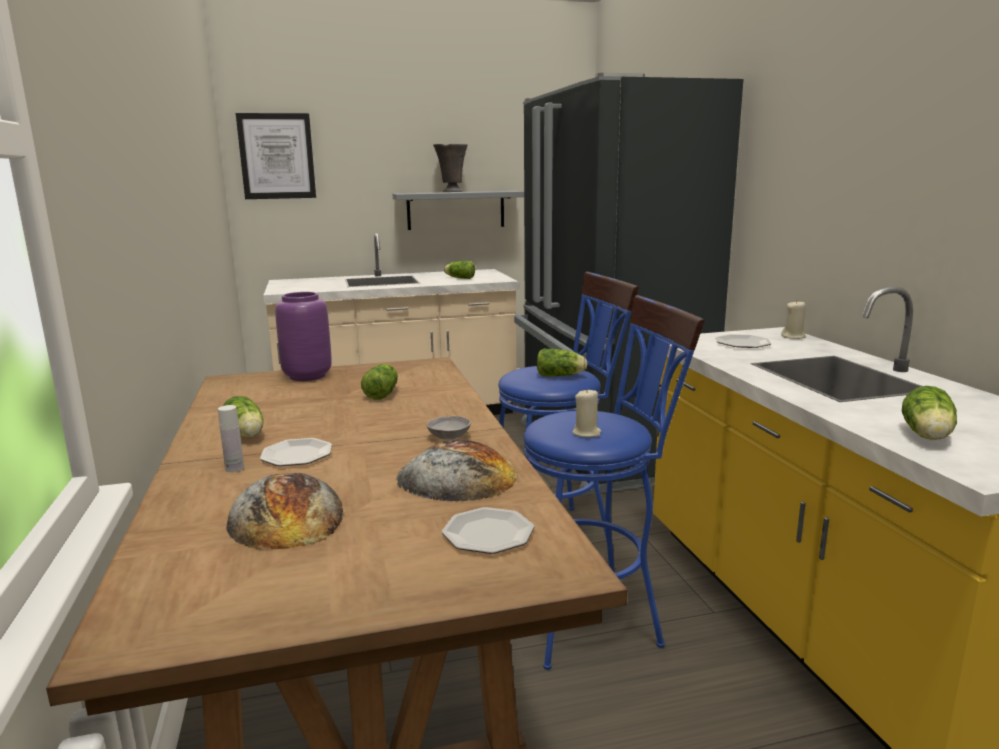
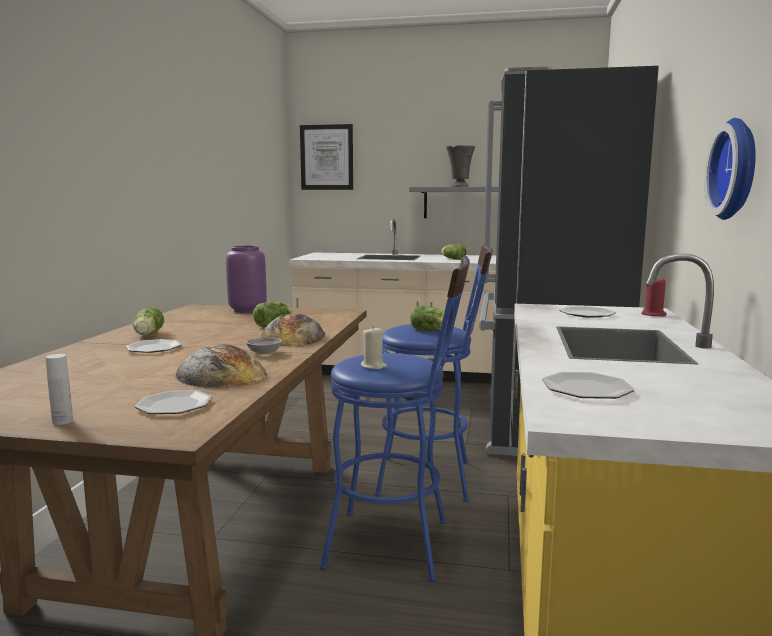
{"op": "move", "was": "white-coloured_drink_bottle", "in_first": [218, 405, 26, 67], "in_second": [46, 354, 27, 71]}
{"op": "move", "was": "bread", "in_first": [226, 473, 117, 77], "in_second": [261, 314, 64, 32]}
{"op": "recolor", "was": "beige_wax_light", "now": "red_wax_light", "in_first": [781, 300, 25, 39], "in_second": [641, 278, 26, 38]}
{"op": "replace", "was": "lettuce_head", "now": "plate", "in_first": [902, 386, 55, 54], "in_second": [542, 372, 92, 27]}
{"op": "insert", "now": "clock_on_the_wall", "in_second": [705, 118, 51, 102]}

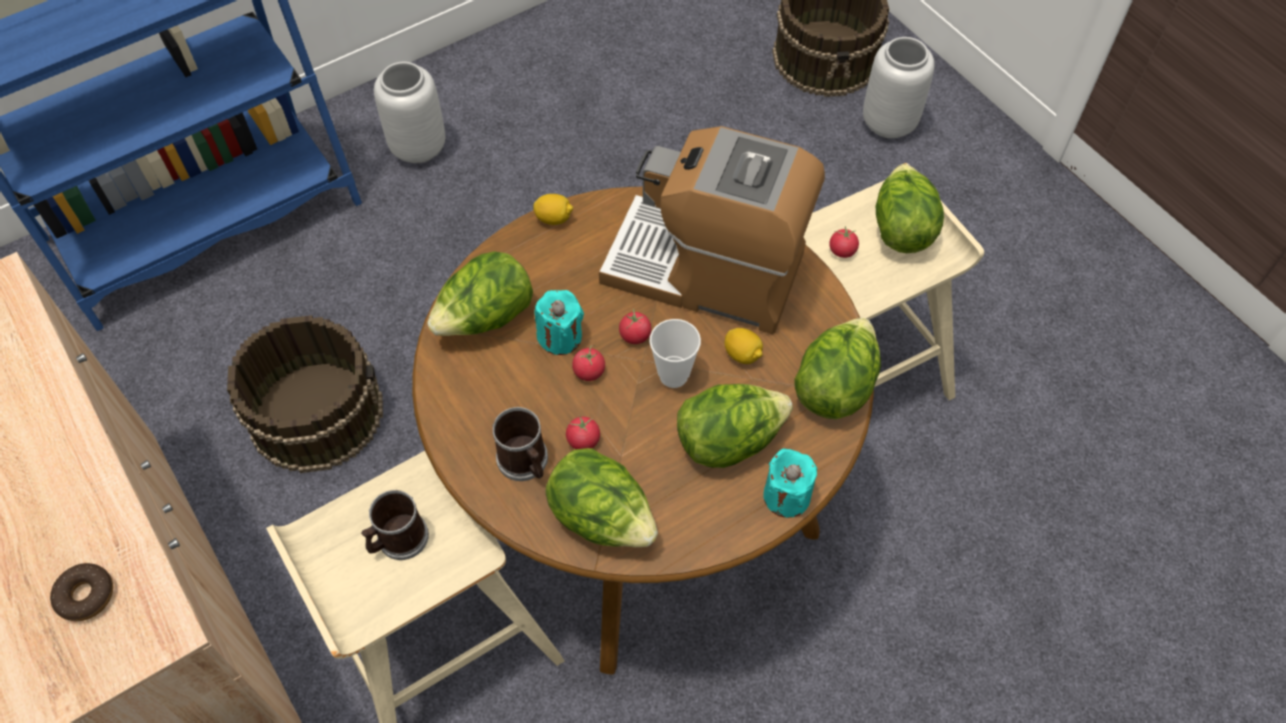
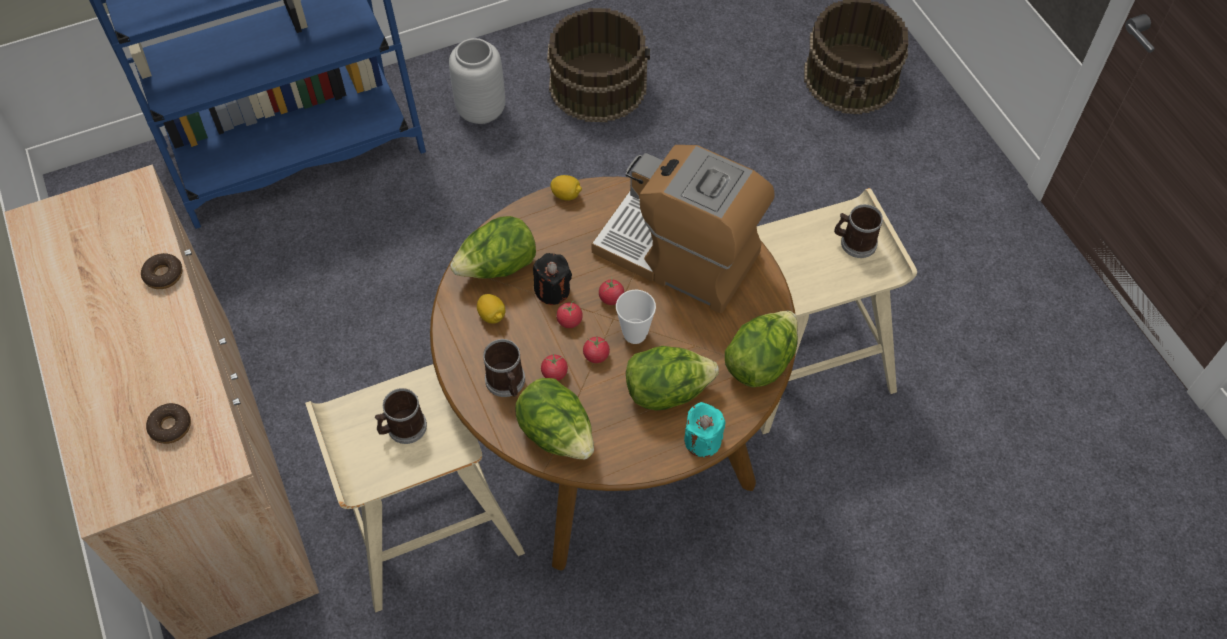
{"op": "move", "was": "brown-coloured_bucket", "in_first": [227, 315, 156, 158], "in_second": [547, 8, 103, 114]}
{"op": "recolor", "was": "turquoise-coloured_wax_light", "now": "black_wax_light", "in_first": [535, 290, 49, 65], "in_second": [533, 253, 39, 52]}
{"op": "move", "was": "lemon", "in_first": [725, 328, 38, 36], "in_second": [477, 294, 28, 30]}
{"op": "move", "was": "tomato", "in_first": [829, 226, 30, 32], "in_second": [583, 336, 27, 27]}
{"op": "delete", "was": "grey_vase", "in_first": [863, 37, 72, 101]}
{"op": "replace", "was": "lettuce_head", "now": "mug", "in_first": [876, 164, 68, 89], "in_second": [834, 204, 49, 54]}
{"op": "insert", "now": "ring_doughnut", "in_second": [141, 253, 41, 36]}

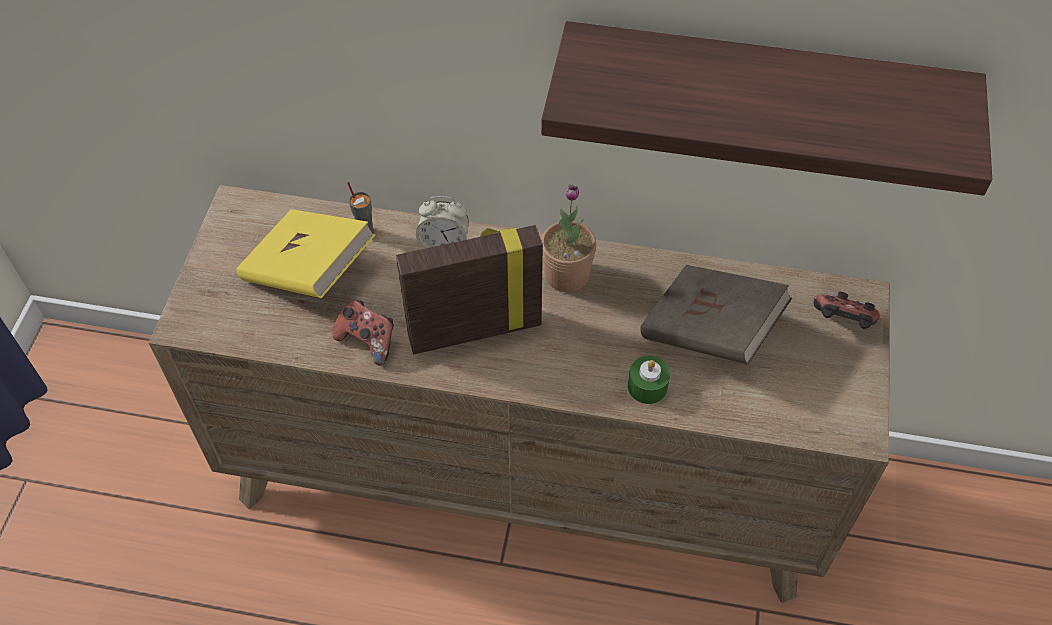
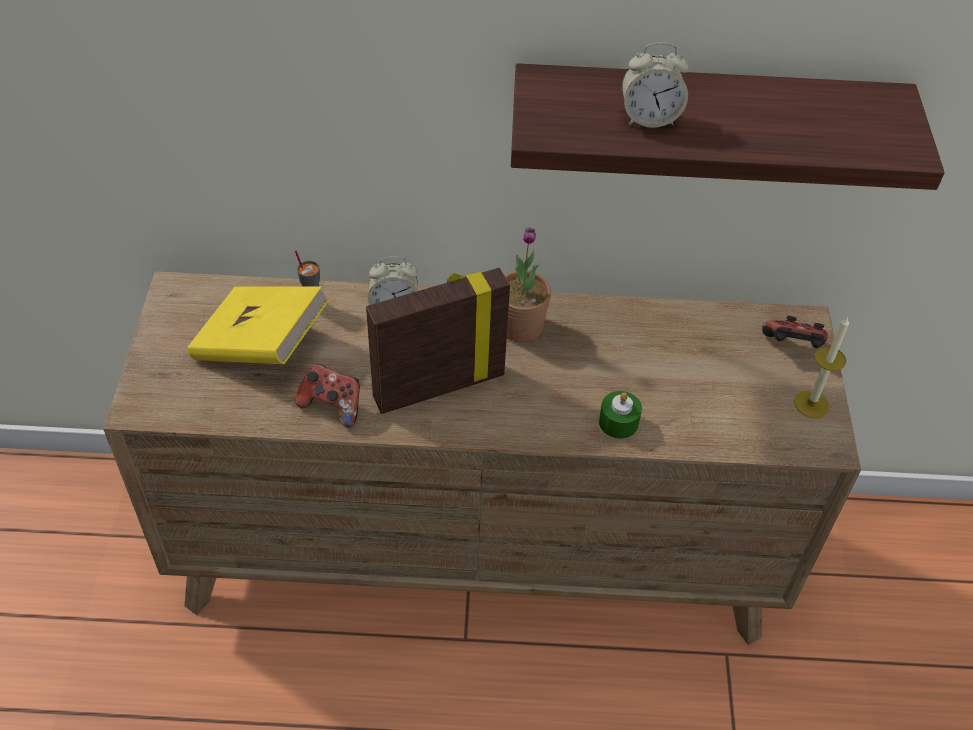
{"op": "delete", "was": "brown-coloured_volume", "in_first": [640, 265, 152, 100]}
{"op": "insert", "now": "alarm_clock", "in_second": [622, 42, 67, 86]}
{"op": "insert", "now": "wax_light", "in_second": [794, 316, 55, 102]}

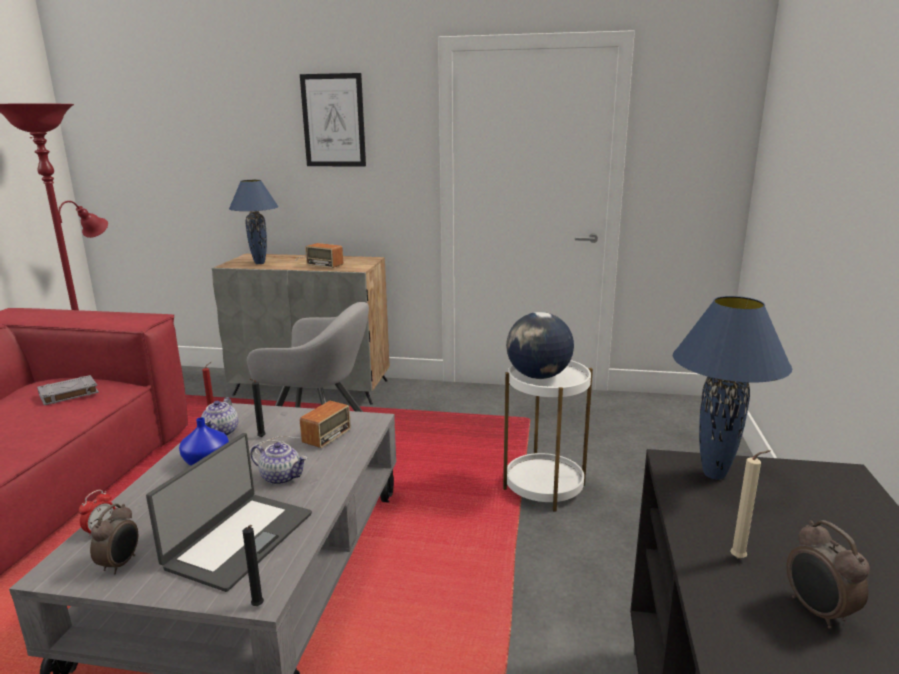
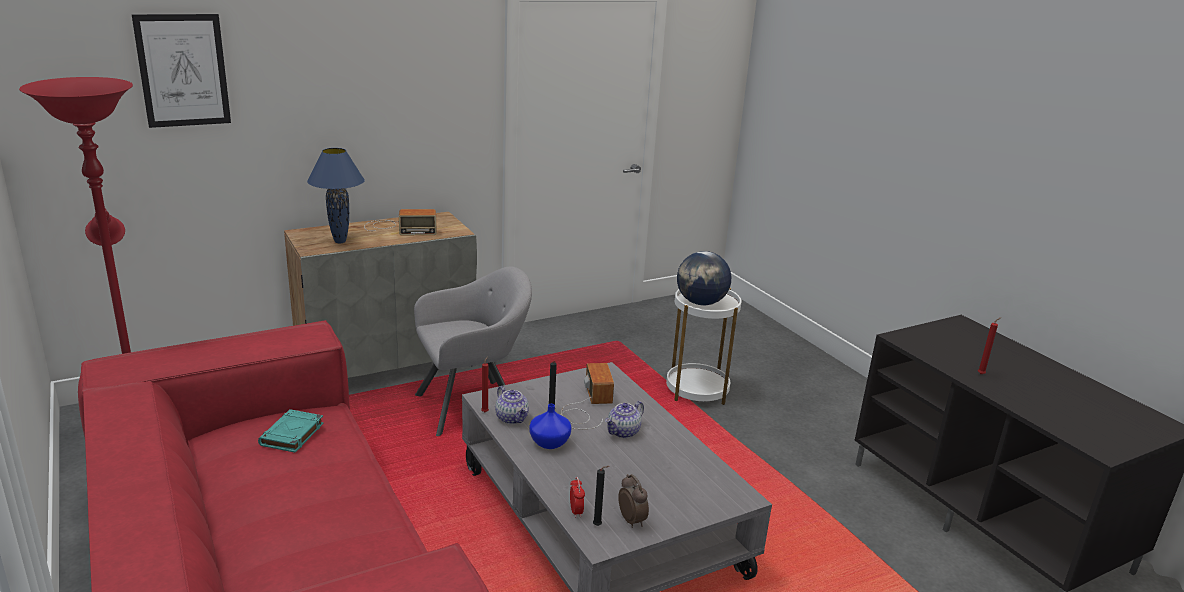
{"op": "recolor", "was": "grey_volume", "now": "turquoise-coloured_volume", "in_first": [37, 375, 62, 30], "in_second": [258, 409, 66, 43]}
{"op": "delete", "was": "laptop", "in_first": [146, 433, 166, 159]}
{"op": "move", "was": "black_wax_light", "in_first": [243, 525, 21, 81], "in_second": [593, 466, 16, 60]}
{"op": "rotate", "was": "teapot", "in_first": [251, 442, 56, 43], "in_second": [605, 401, 39, 37], "clockwise": 150}
{"op": "move", "was": "wall_picture", "in_first": [300, 73, 66, 93], "in_second": [132, 14, 99, 114]}
{"op": "delete", "was": "blue-coloured_table_lamp", "in_first": [673, 296, 119, 184]}
{"op": "recolor", "was": "beige_wax_light", "now": "red_wax_light", "in_first": [731, 450, 40, 108], "in_second": [978, 318, 22, 56]}
{"op": "delete", "was": "alarm_clock", "in_first": [786, 520, 84, 109]}

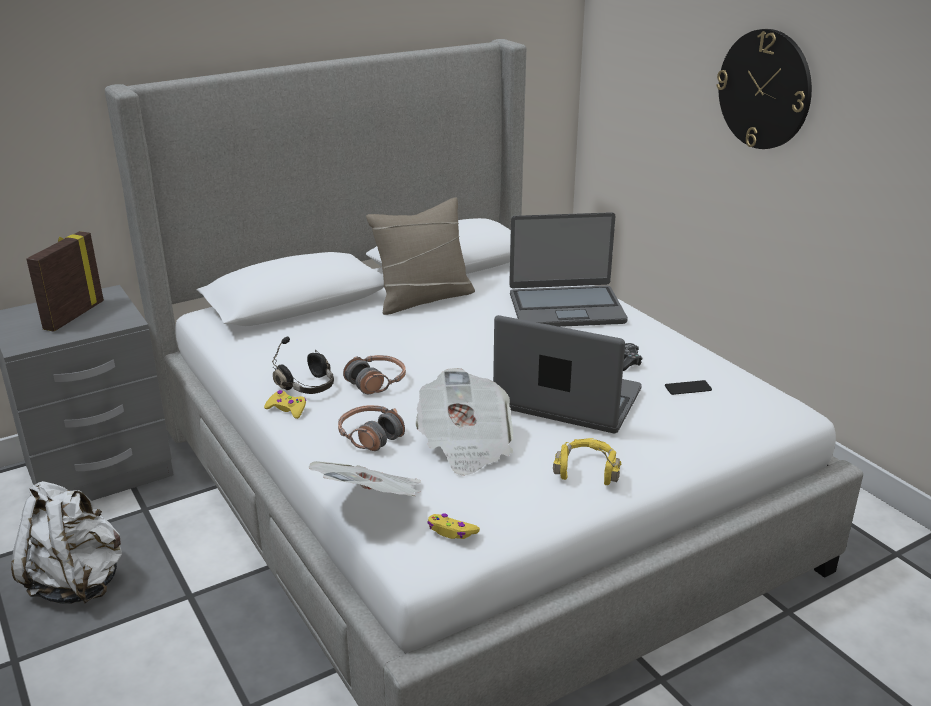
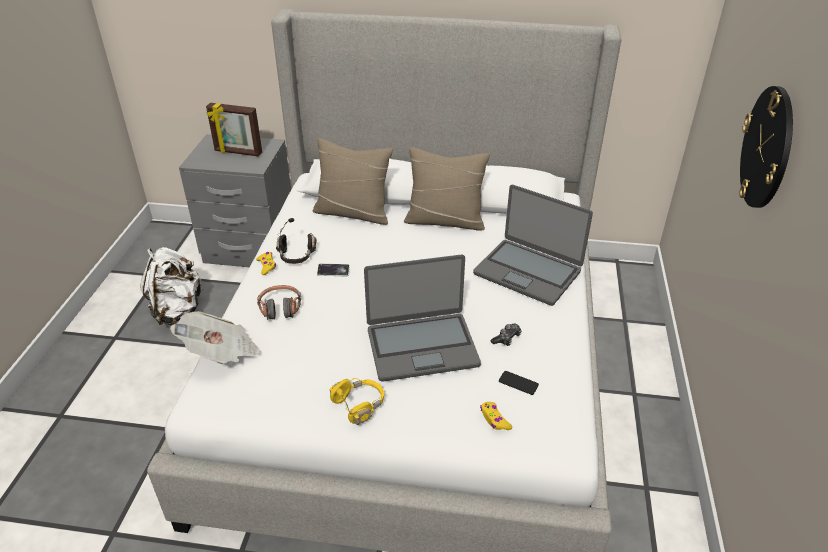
{"op": "rotate", "was": "standing_frame", "in_first": [26, 231, 78, 101], "in_second": [206, 103, 56, 53], "clockwise": -135}
{"op": "replace", "was": "headphones", "now": "handset", "in_first": [343, 355, 63, 39], "in_second": [317, 264, 33, 12]}
{"op": "delete", "was": "daily_paper", "in_first": [415, 368, 98, 108]}
{"op": "move", "was": "yellow-coloured_game_controller", "in_first": [427, 513, 53, 26], "in_second": [480, 402, 32, 28]}
{"op": "rotate", "was": "laptop", "in_first": [493, 315, 149, 118], "in_second": [364, 255, 117, 127], "clockwise": 105}
{"op": "insert", "now": "beige_cushion", "in_second": [313, 138, 80, 87]}

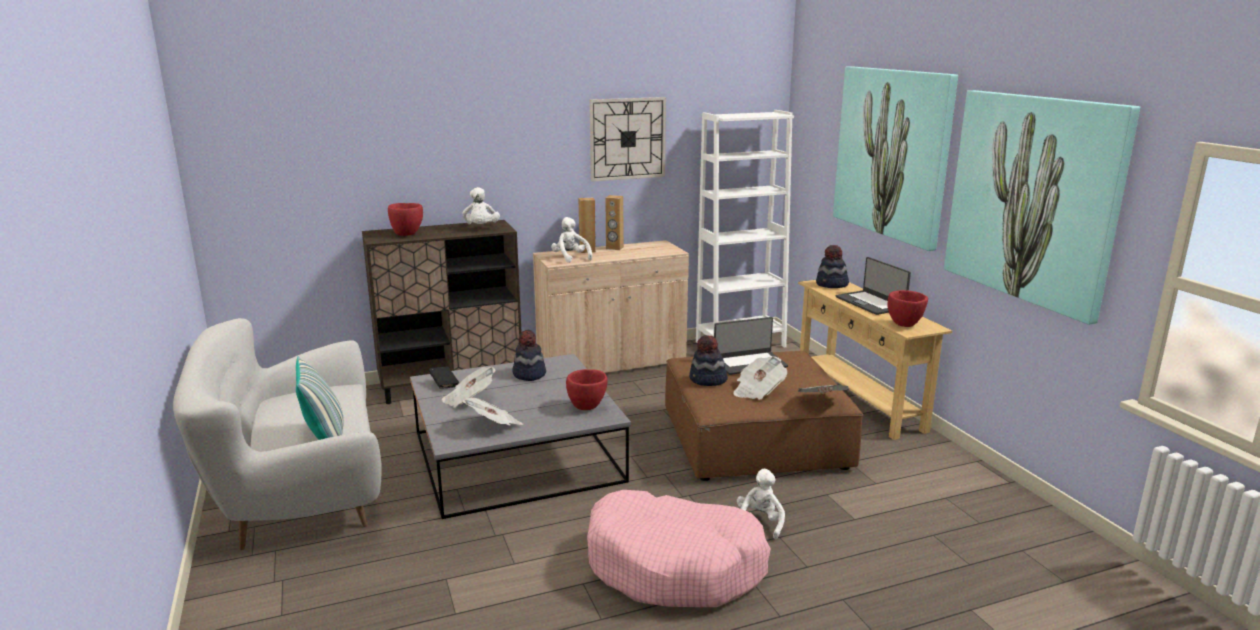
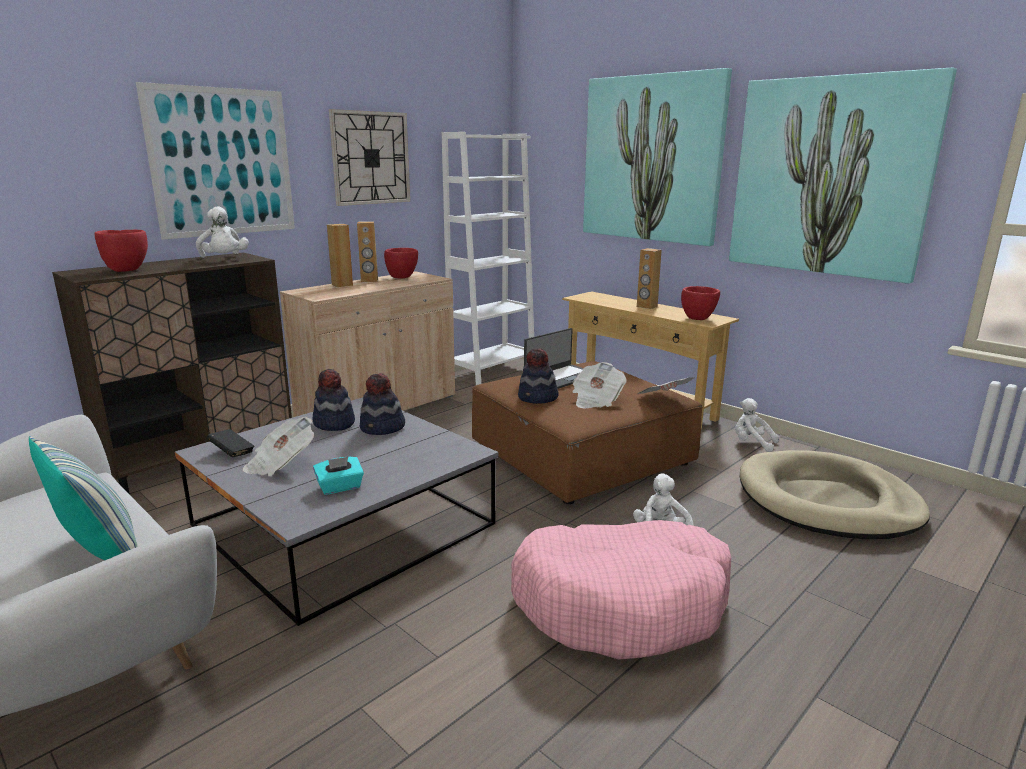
{"op": "replace", "was": "daily_paper", "now": "turquoise-coloured_tissue_holder", "in_first": [463, 398, 60, 27], "in_second": [313, 457, 51, 38]}
{"op": "move", "was": "white-coloured_cuddly_toy", "in_first": [551, 217, 41, 46], "in_second": [735, 398, 44, 54]}
{"op": "move", "was": "red_deep_dish", "in_first": [566, 369, 41, 41], "in_second": [384, 248, 34, 31]}
{"op": "move", "was": "hat", "in_first": [816, 245, 33, 43], "in_second": [360, 373, 45, 62]}
{"op": "replace", "was": "laptop", "now": "brown-coloured_speaker", "in_first": [835, 257, 76, 58], "in_second": [637, 248, 25, 61]}
{"op": "insert", "now": "wall_picture", "in_second": [136, 82, 159, 158]}
{"op": "insert", "now": "beige_dog_bed", "in_second": [740, 450, 190, 89]}

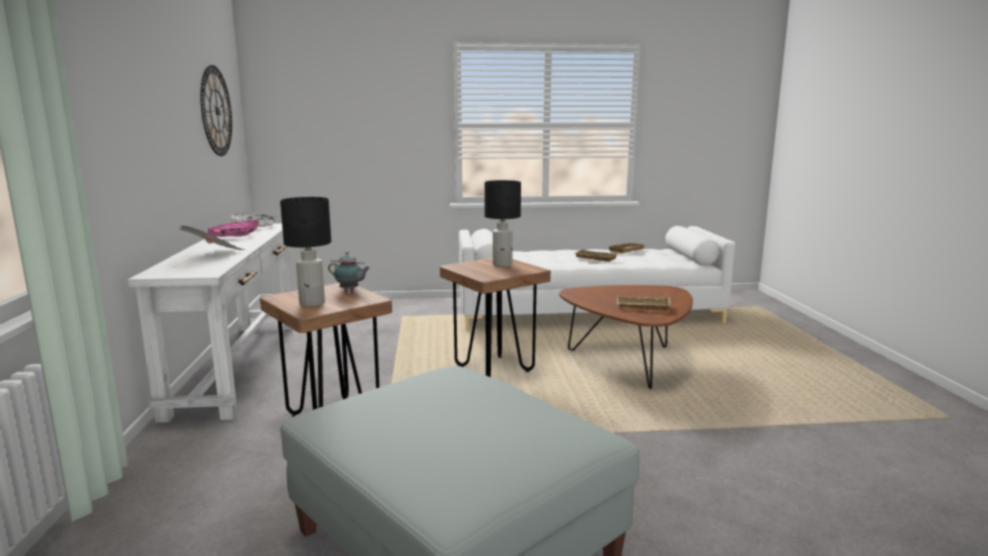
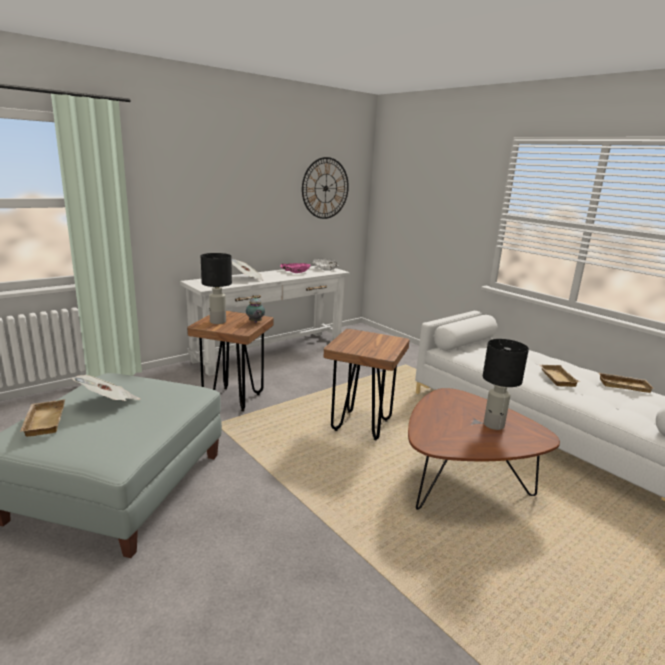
{"op": "move", "was": "black_table_lamp", "in_first": [484, 180, 37, 87], "in_second": [483, 339, 46, 91]}
{"op": "move", "was": "beige_carrying_tray", "in_first": [616, 295, 55, 16], "in_second": [20, 399, 45, 38]}
{"op": "insert", "now": "daily_paper", "in_second": [71, 375, 70, 26]}

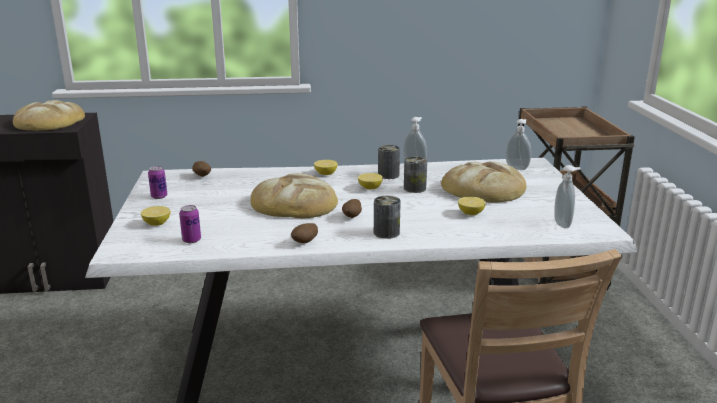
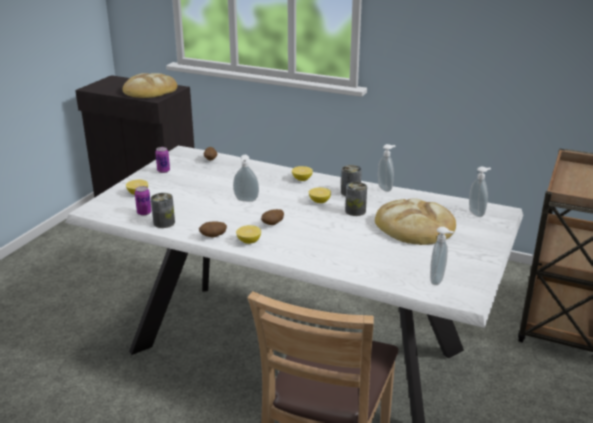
{"op": "replace", "was": "bread", "now": "liquid_soap_bottle", "in_first": [251, 173, 87, 45], "in_second": [233, 155, 26, 47]}
{"op": "move", "was": "metal_can", "in_first": [374, 196, 27, 43], "in_second": [151, 193, 24, 35]}
{"op": "move", "was": "lemon", "in_first": [458, 197, 28, 18], "in_second": [236, 225, 25, 19]}

